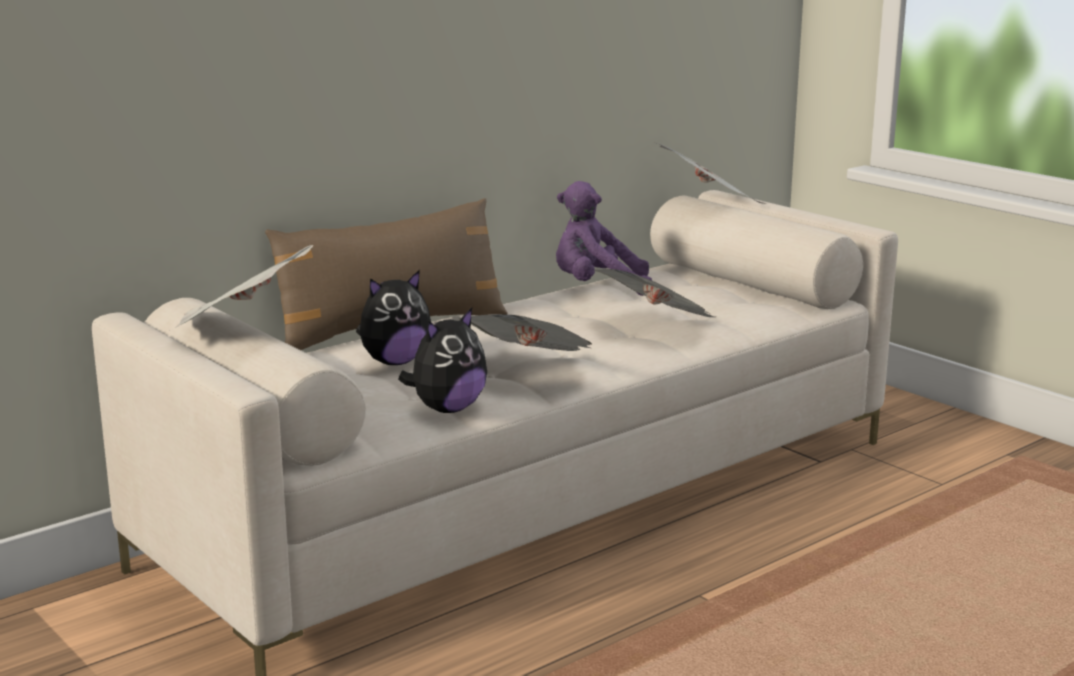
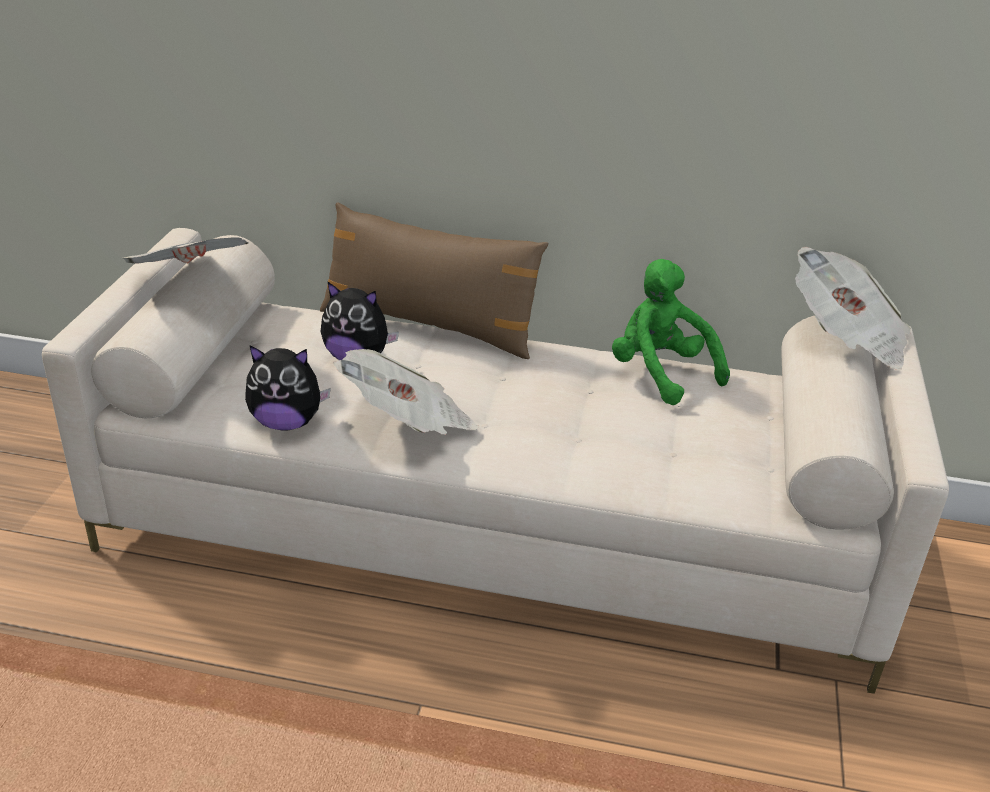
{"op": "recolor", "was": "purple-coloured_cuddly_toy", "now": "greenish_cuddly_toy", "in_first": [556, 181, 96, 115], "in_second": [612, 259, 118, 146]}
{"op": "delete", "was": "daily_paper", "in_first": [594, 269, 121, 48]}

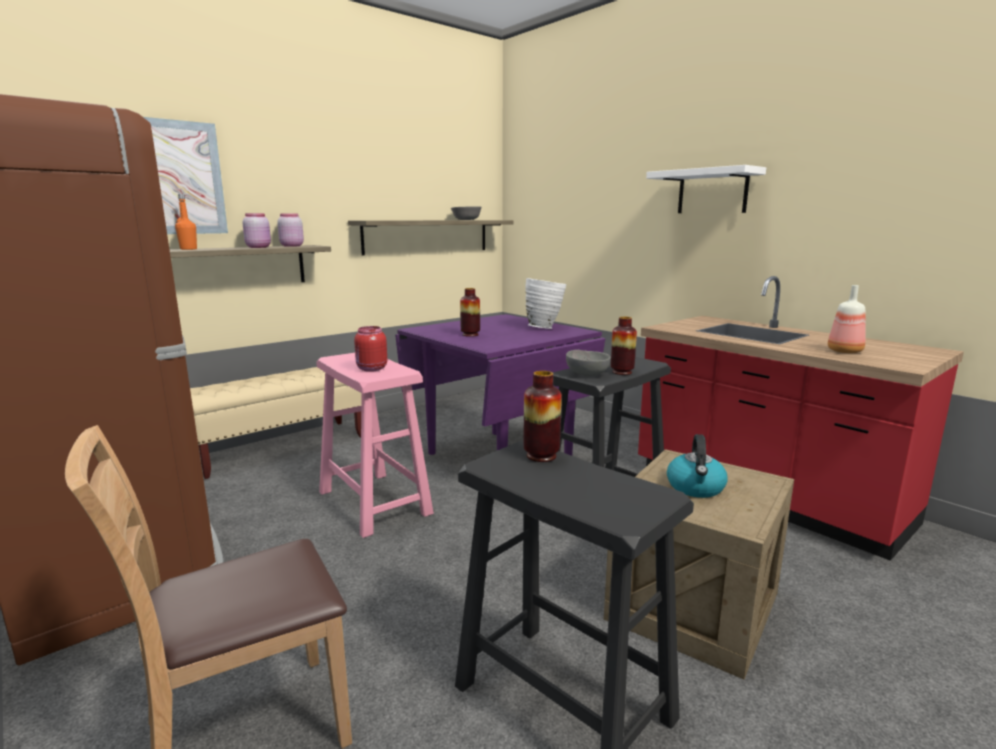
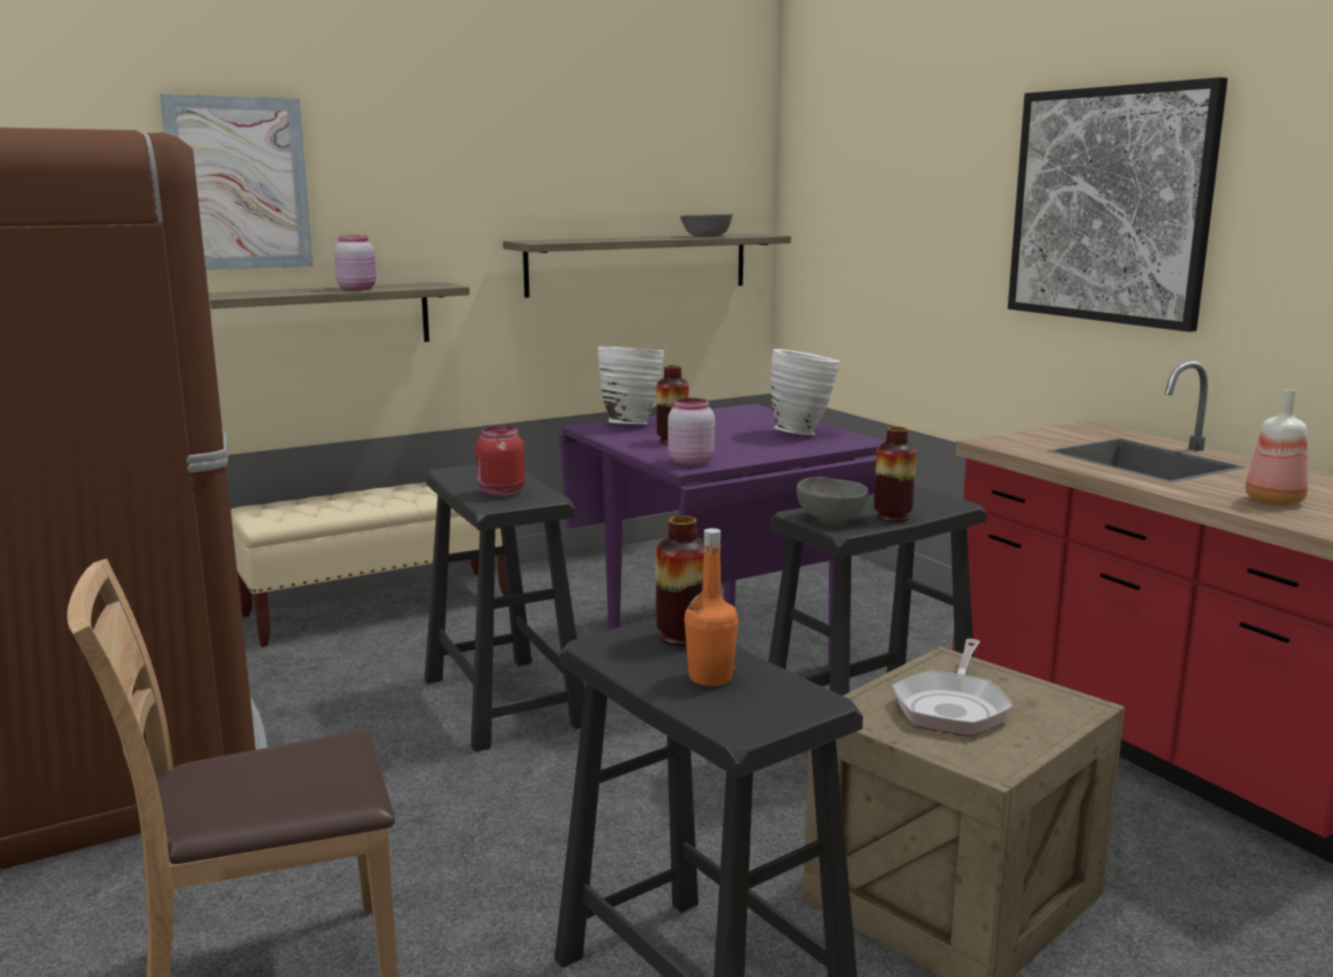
{"op": "move", "was": "orangey_drink_bottle", "in_first": [175, 194, 22, 56], "in_second": [684, 528, 54, 158]}
{"op": "move", "was": "pinkish_jar", "in_first": [277, 213, 27, 34], "in_second": [668, 398, 47, 68]}
{"op": "recolor", "was": "pinkish_stool_seat", "now": "black_stool_seat", "in_first": [316, 353, 118, 185], "in_second": [424, 464, 161, 288]}
{"op": "replace", "was": "white-coloured_wall_shelf", "now": "wall_picture", "in_first": [646, 165, 120, 48], "in_second": [1008, 77, 220, 255]}
{"op": "replace", "was": "kettle", "now": "skillet", "in_first": [667, 434, 60, 64], "in_second": [892, 639, 121, 97]}
{"op": "insert", "now": "white-coloured_vase", "in_second": [598, 346, 66, 78]}

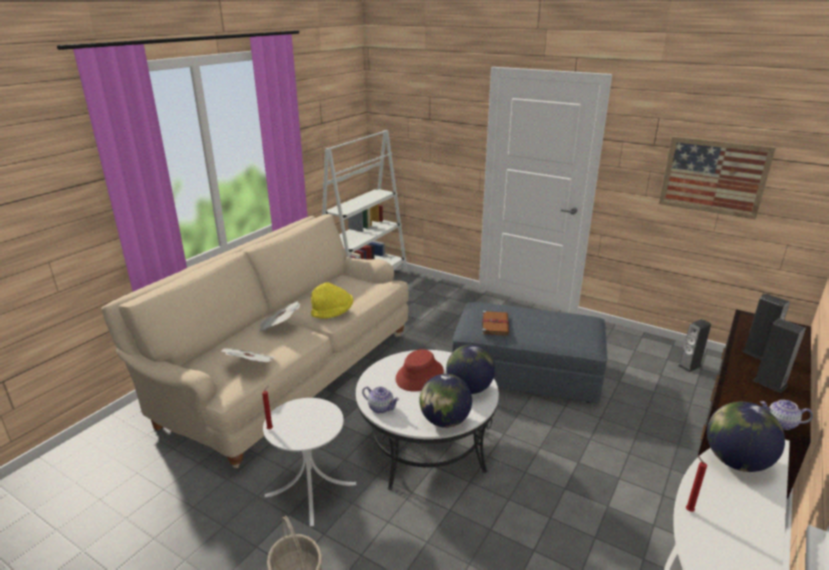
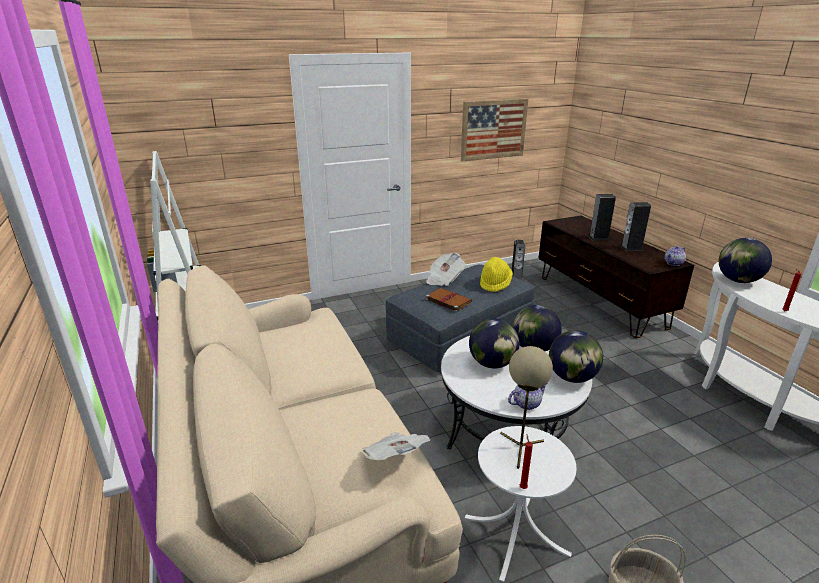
{"op": "move", "was": "daily_paper", "in_first": [259, 301, 41, 31], "in_second": [426, 253, 39, 33]}
{"op": "move", "was": "yellow-coloured_hat", "in_first": [311, 282, 42, 37], "in_second": [480, 257, 33, 35]}
{"op": "replace", "was": "red_hat", "now": "desk_globe", "in_first": [395, 349, 49, 42], "in_second": [469, 318, 50, 51]}
{"op": "insert", "now": "beige_table_lamp", "in_second": [500, 346, 53, 123]}

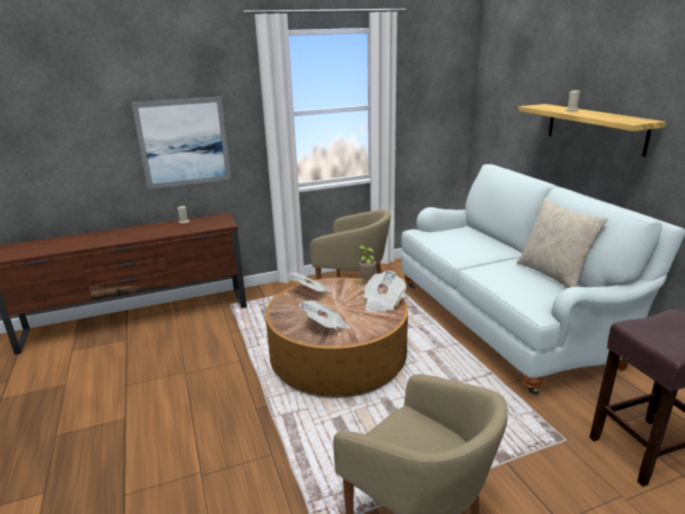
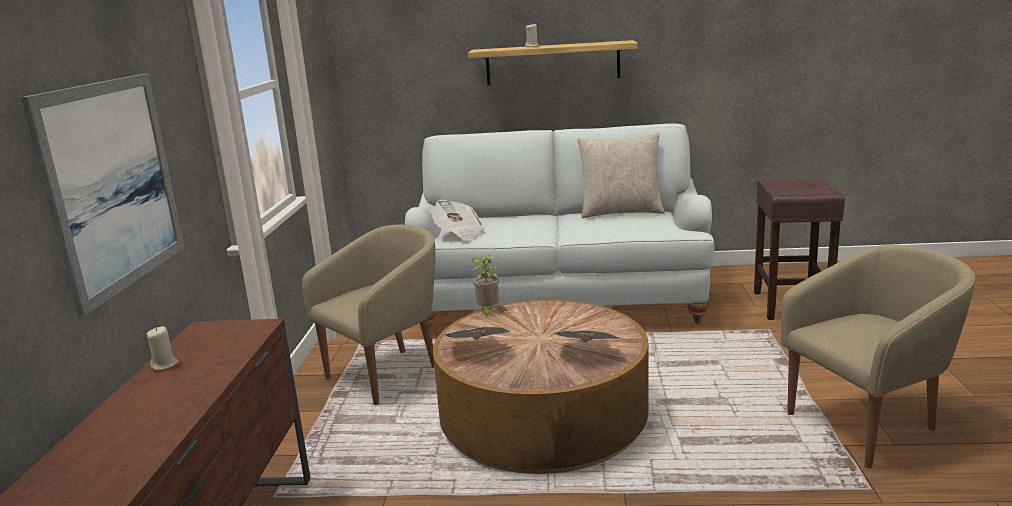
{"op": "move", "was": "daily_paper", "in_first": [363, 271, 43, 41], "in_second": [430, 200, 55, 40]}

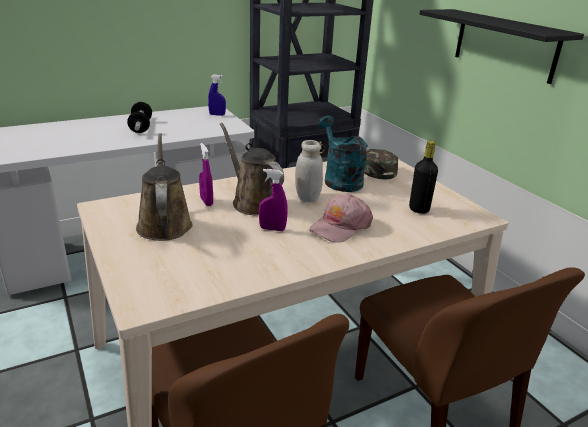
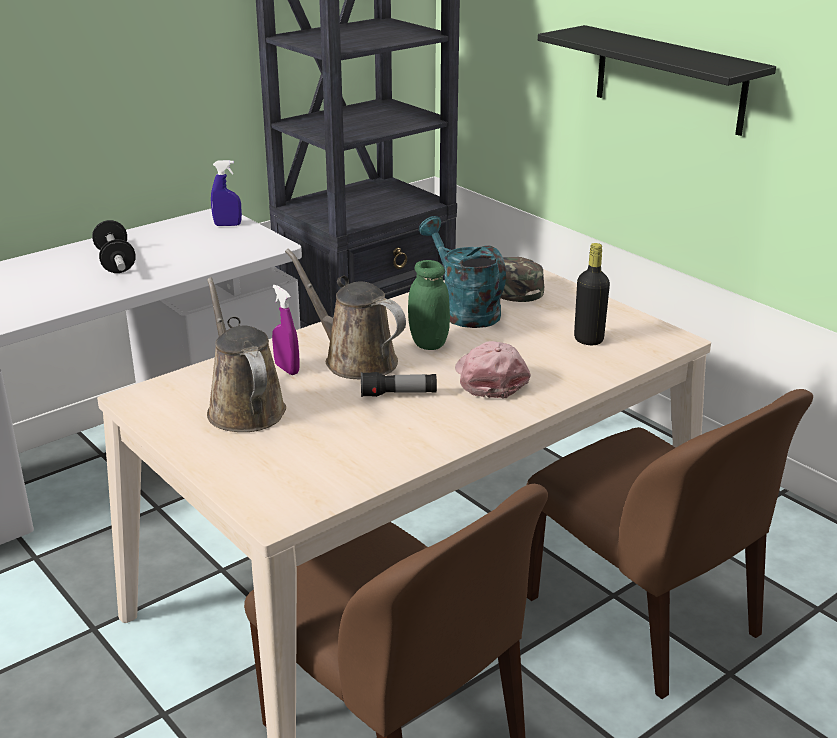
{"op": "replace", "was": "purple-coloured_sprayer", "now": "hand_torch", "in_first": [259, 169, 29, 62], "in_second": [361, 372, 76, 25]}
{"op": "recolor", "was": "white-coloured_jar", "now": "greenish_jar", "in_first": [295, 140, 28, 62], "in_second": [408, 260, 42, 90]}
{"op": "rotate", "was": "pinkish_baseball_cap", "in_first": [309, 194, 64, 49], "in_second": [455, 341, 76, 57], "clockwise": 135}

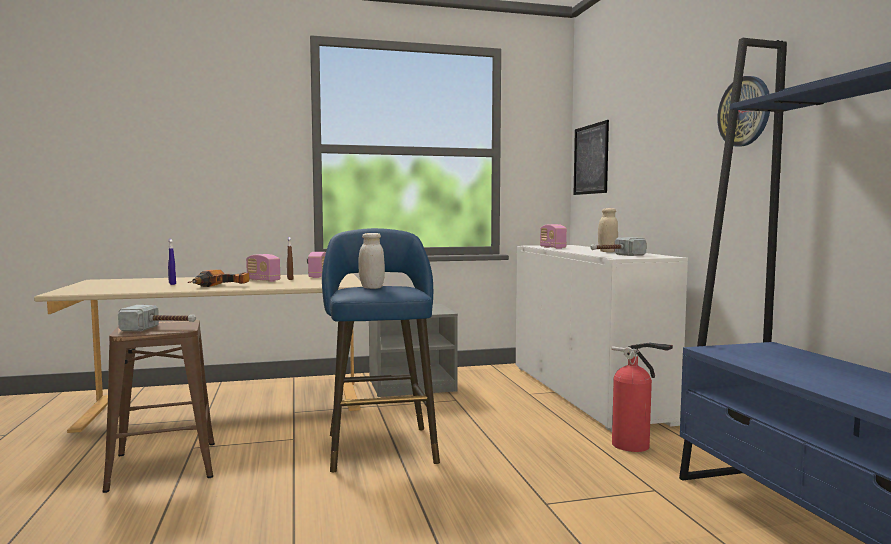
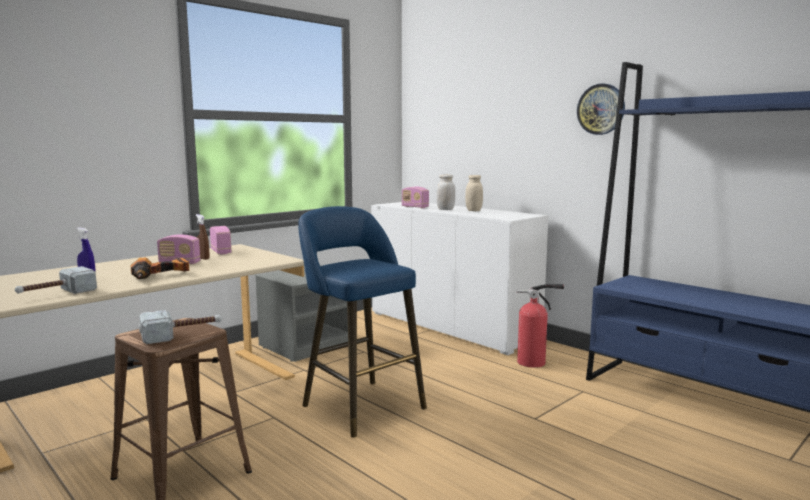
{"op": "move", "was": "white-coloured_jar", "in_first": [358, 233, 27, 56], "in_second": [437, 174, 18, 36]}
{"op": "delete", "was": "wall_picture", "in_first": [574, 120, 35, 75]}
{"op": "move", "was": "hand_hammer", "in_first": [590, 237, 57, 19], "in_second": [15, 266, 82, 28]}

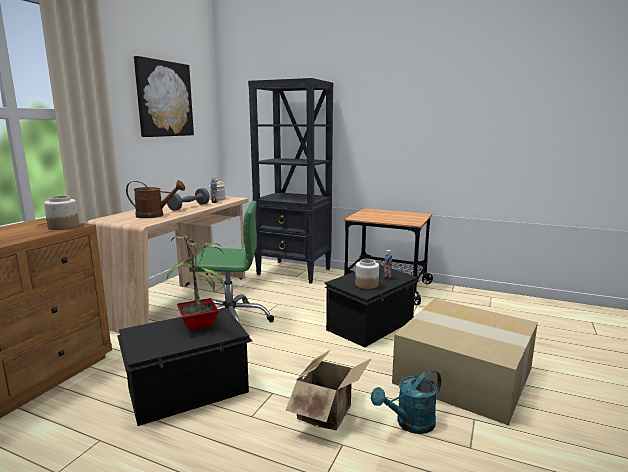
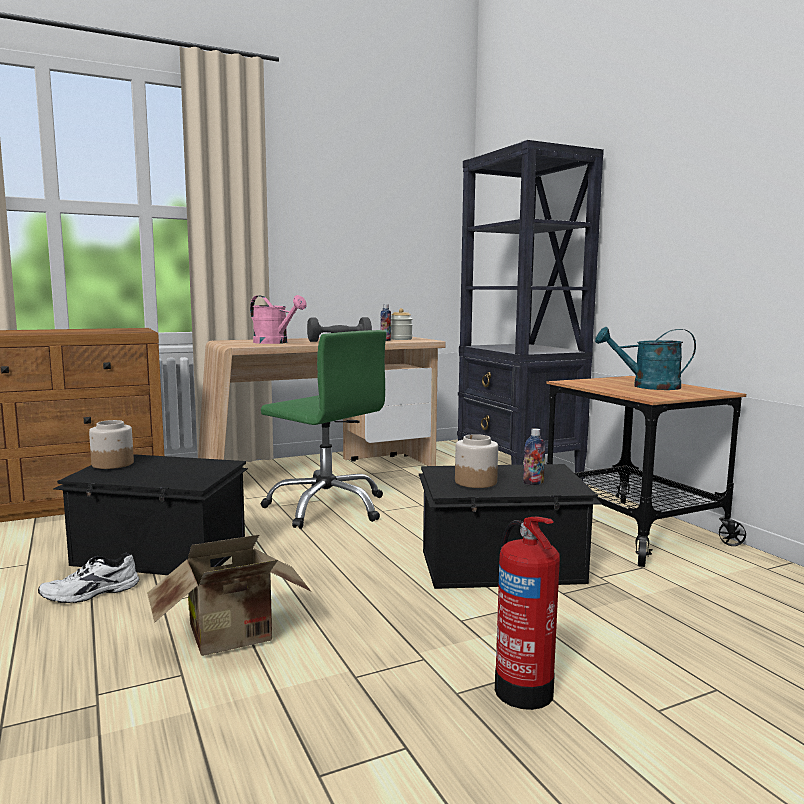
{"op": "move", "was": "jar", "in_first": [44, 196, 35, 34], "in_second": [89, 420, 45, 49]}
{"op": "recolor", "was": "brown-coloured_watering_pot", "now": "pinkish_watering_pot", "in_first": [126, 180, 59, 38], "in_second": [250, 295, 57, 49]}
{"op": "delete", "was": "wall_picture", "in_first": [134, 56, 60, 81]}
{"op": "delete", "was": "plant_in_a_pot", "in_first": [166, 233, 58, 98]}
{"op": "move", "was": "turquoise-coloured_watering_pot", "in_first": [371, 369, 70, 65], "in_second": [595, 327, 101, 63]}
{"op": "replace", "was": "cardboard_box", "now": "fire_extinguisher", "in_first": [392, 298, 146, 127], "in_second": [495, 516, 65, 194]}
{"op": "insert", "now": "white-coloured_item_of_footwear", "in_second": [38, 553, 102, 50]}

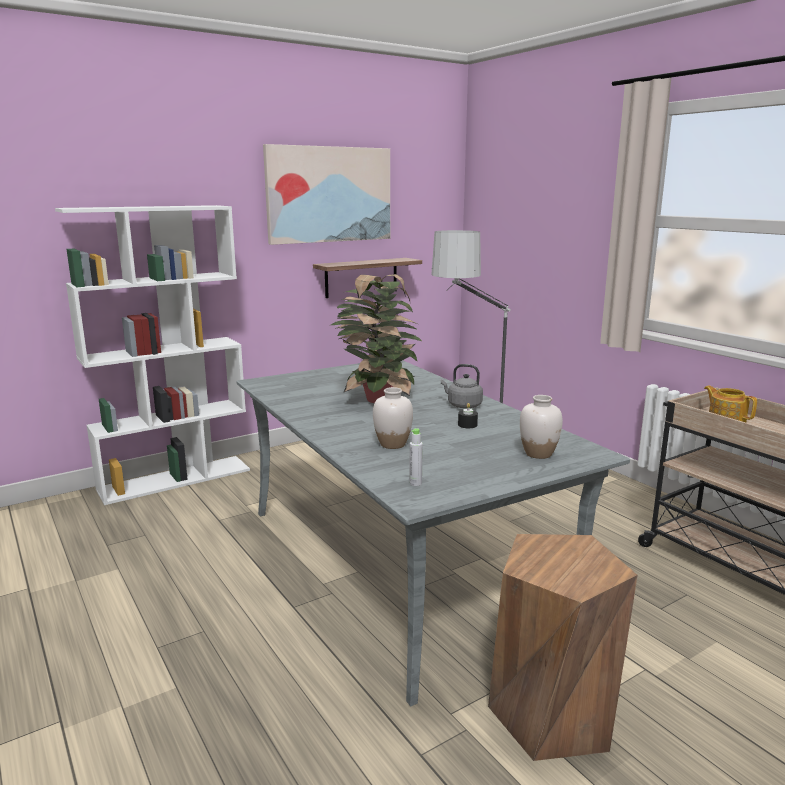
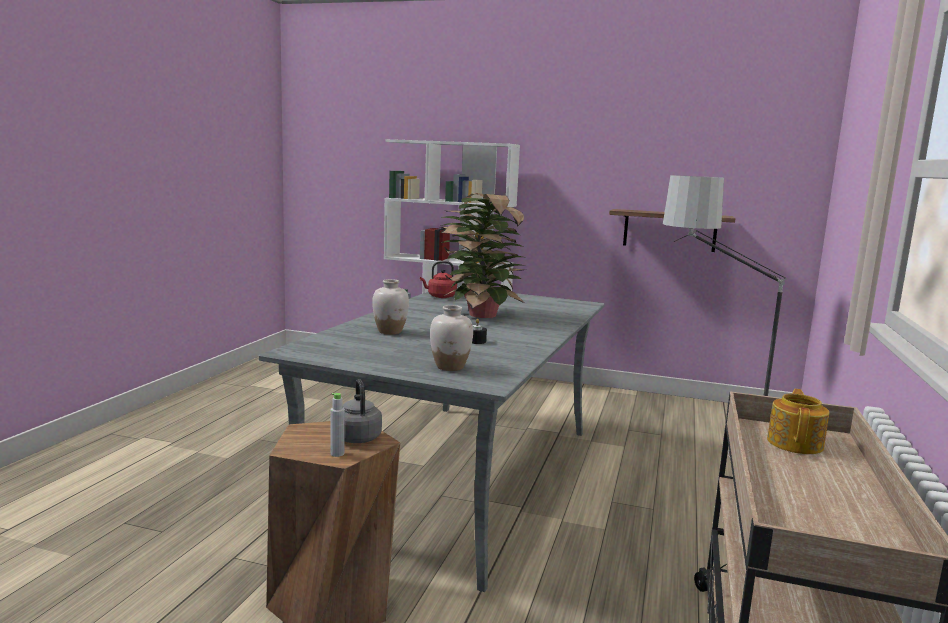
{"op": "delete", "was": "wall_picture", "in_first": [263, 144, 127, 101]}
{"op": "move", "was": "grey_drink_bottle", "in_first": [409, 428, 14, 58], "in_second": [330, 393, 15, 64]}
{"op": "move", "was": "grey_kettle", "in_first": [441, 364, 42, 45], "in_second": [343, 379, 39, 64]}
{"op": "insert", "now": "red_kettle", "in_second": [420, 261, 37, 37]}

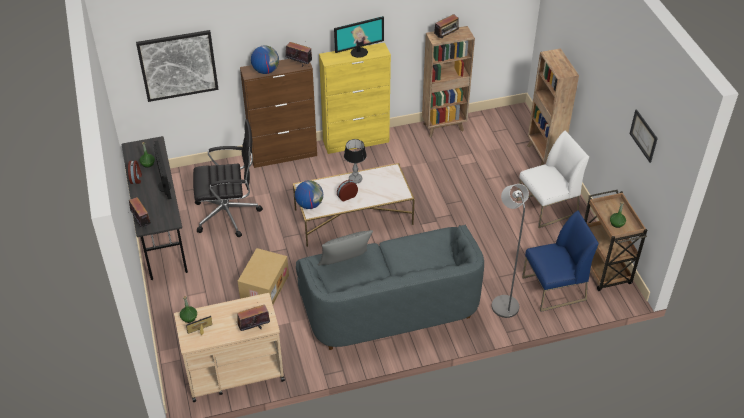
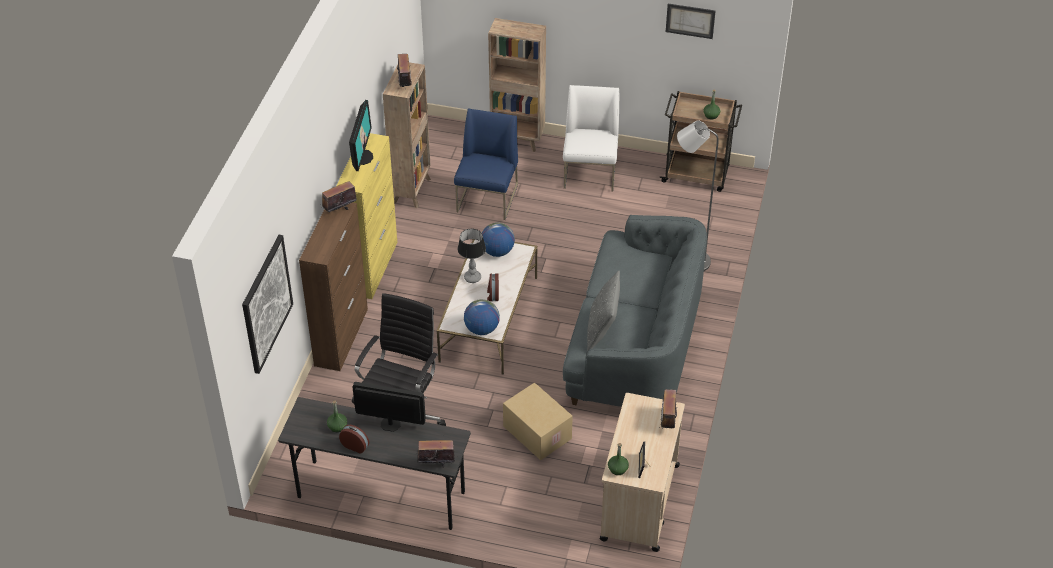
{"op": "move", "was": "desk_globe", "in_first": [251, 45, 28, 29], "in_second": [482, 222, 33, 35]}
{"op": "move", "was": "blue-coloured_upright_chair", "in_first": [522, 210, 77, 102], "in_second": [454, 108, 64, 112]}

